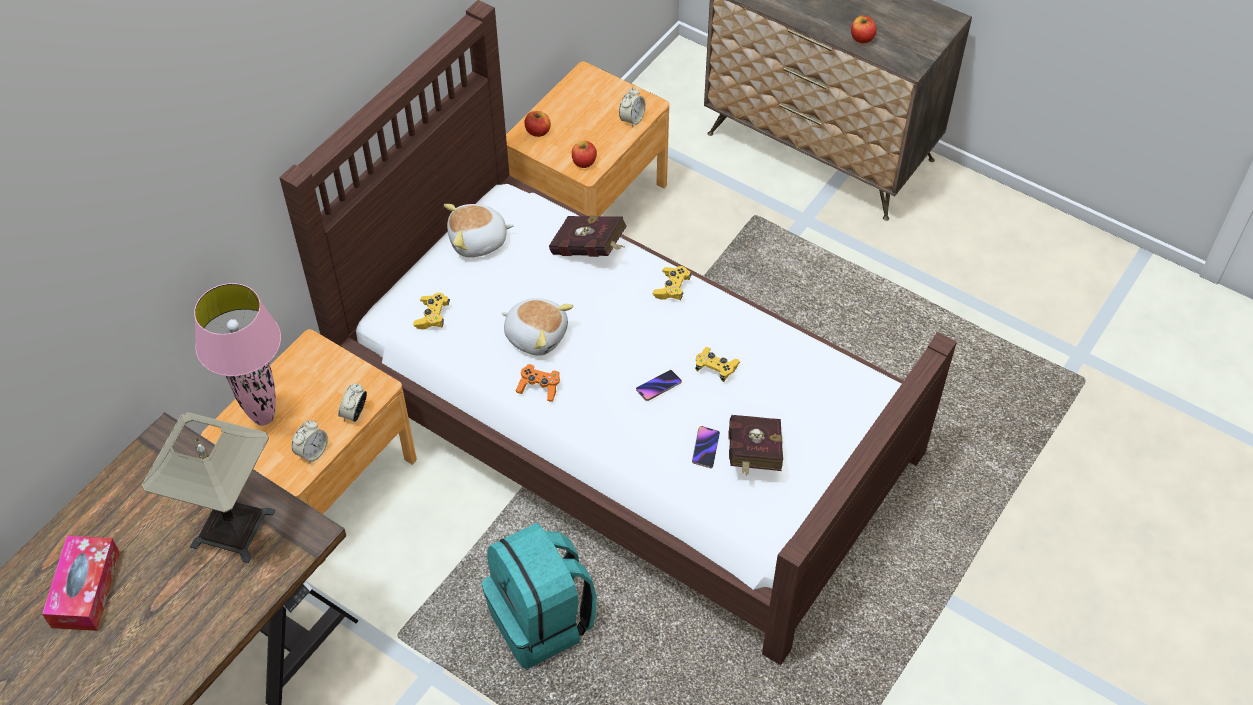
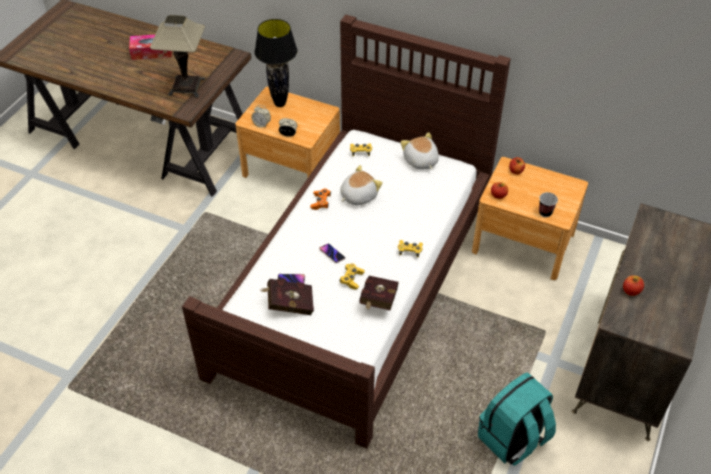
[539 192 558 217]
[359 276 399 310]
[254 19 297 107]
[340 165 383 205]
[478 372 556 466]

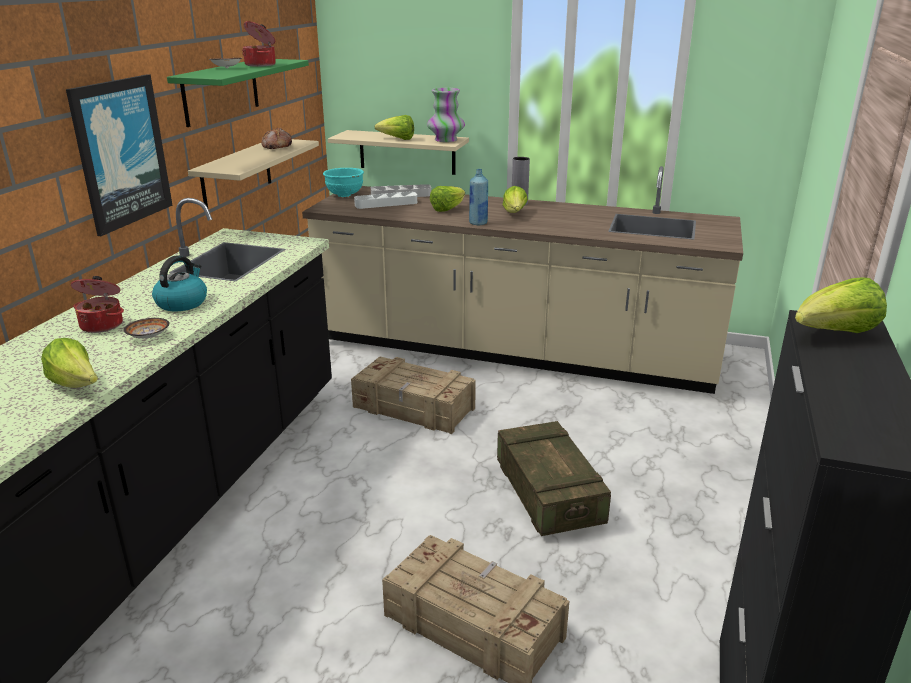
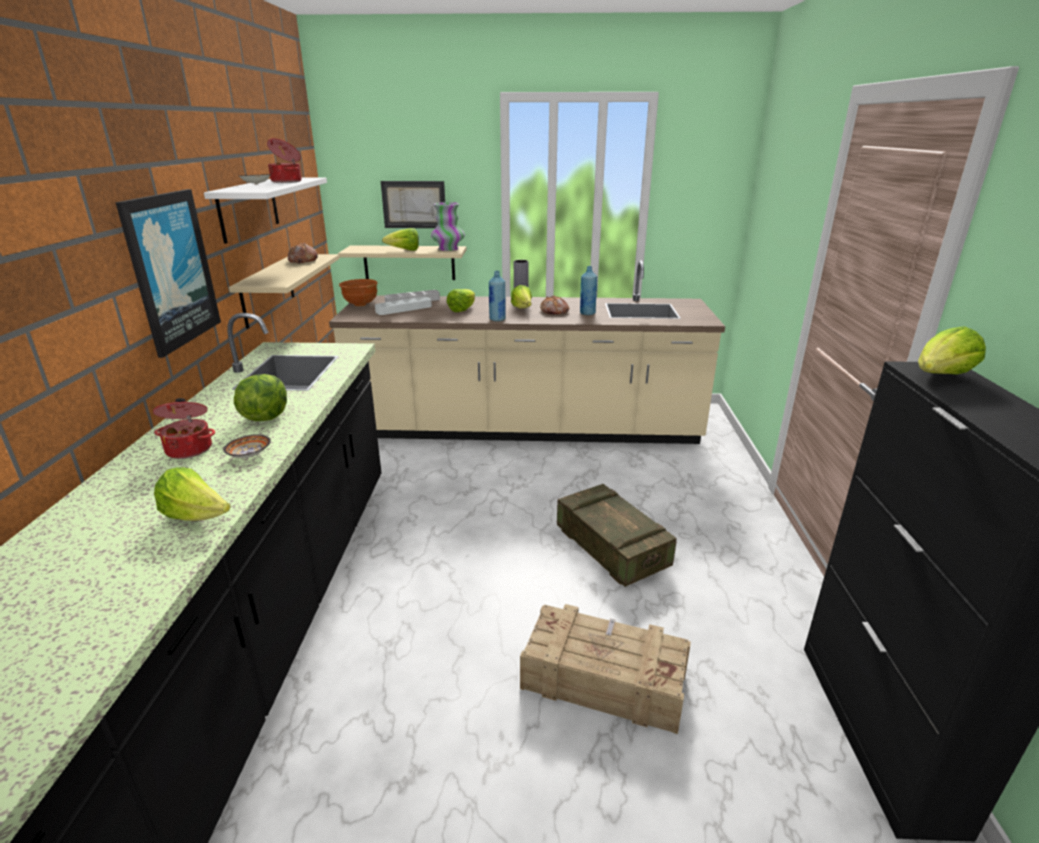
[204 178 327 244]
[339 279 377 306]
[234 374 287 421]
[351 357 476 434] (first image)
[381 181 445 228]
[580 266 597 315]
[540 295 570 314]

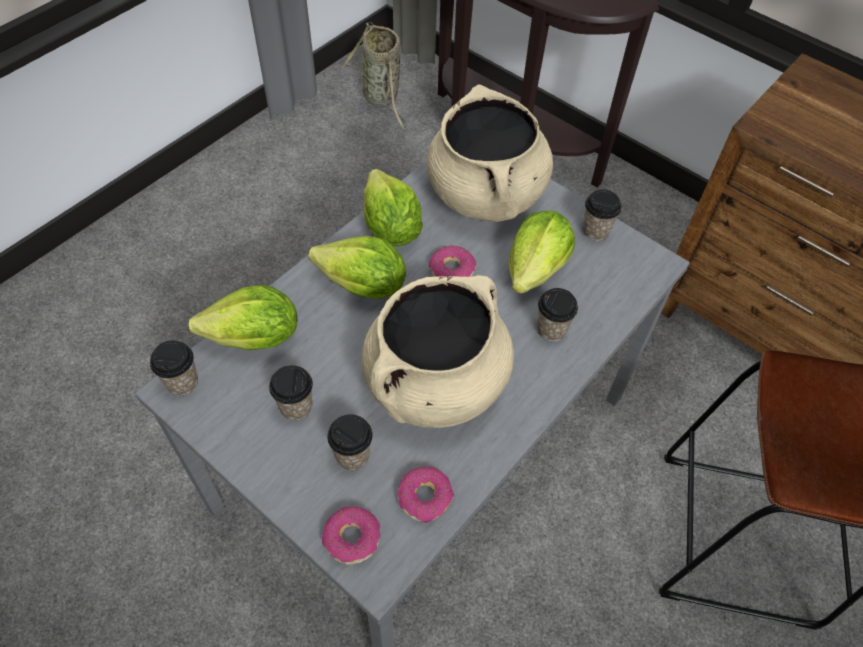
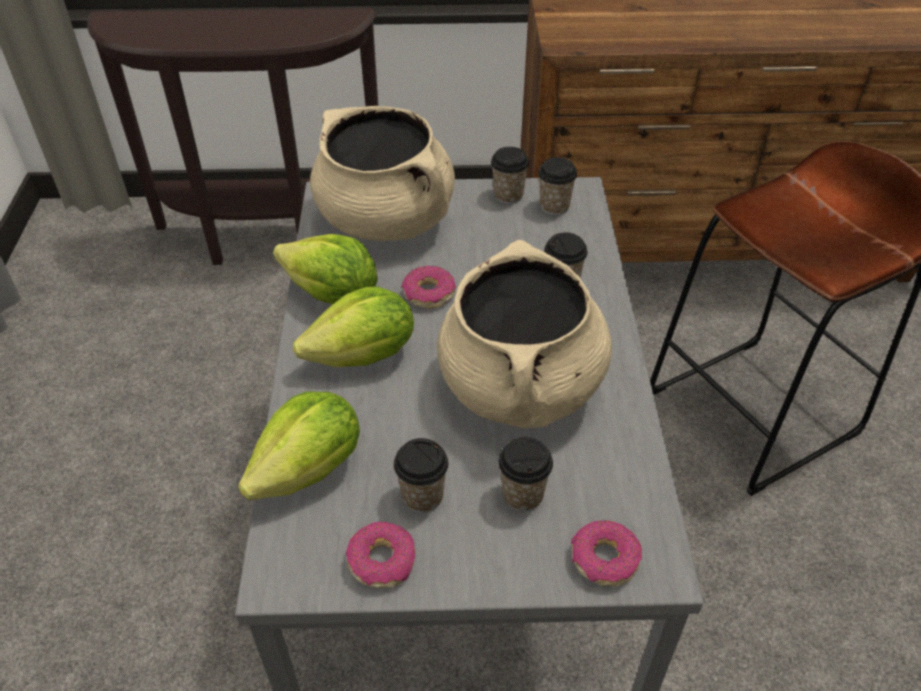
[342 23 410 130] (first image)
[509 211 575 294] (first image)
[538 157 577 215]
[346 522 416 588]

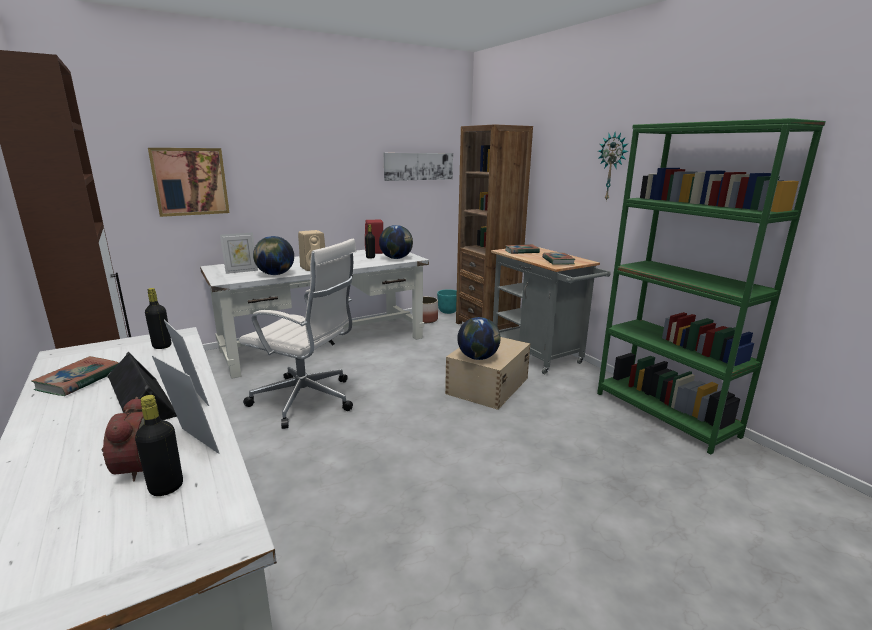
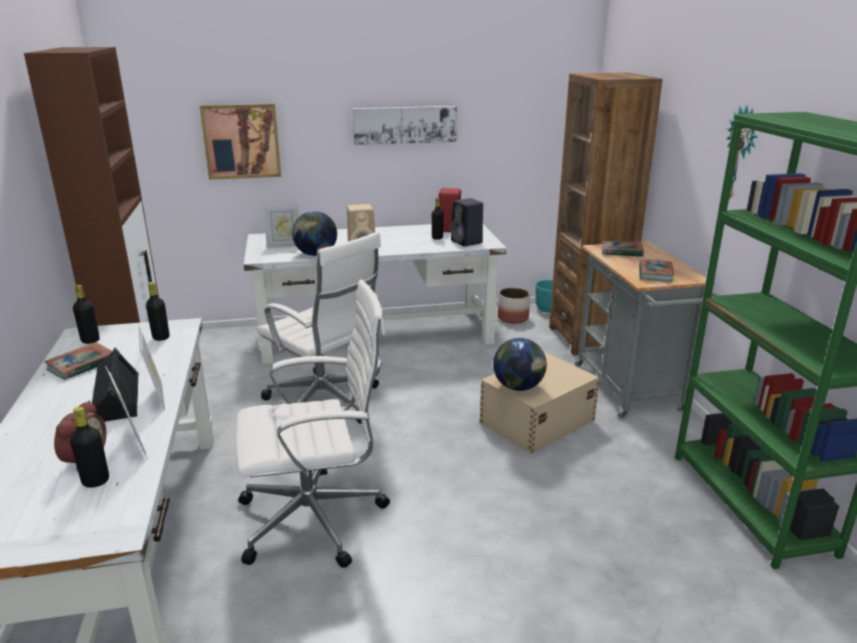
[353 106 457 145]
[450 198 483 247]
[235 280 390 568]
[73 285 100 344]

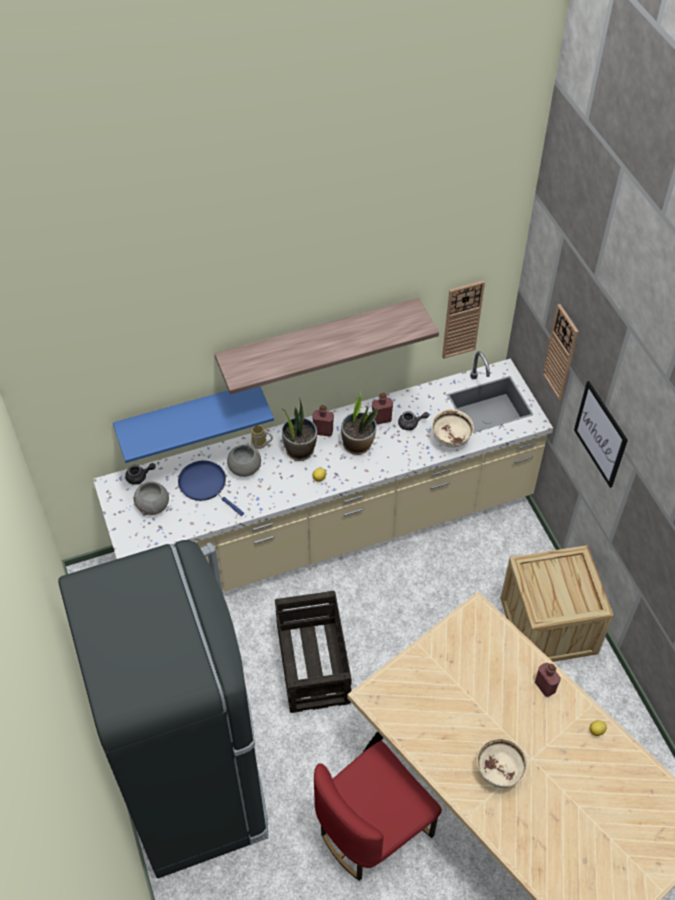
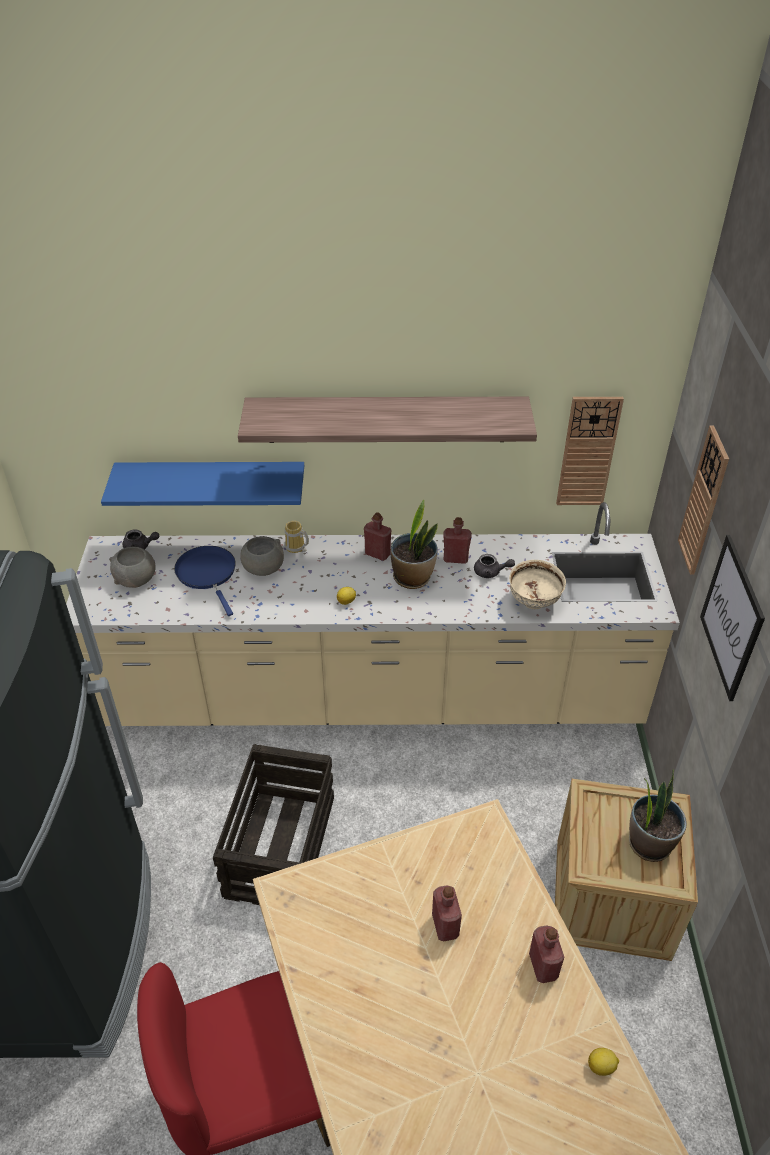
[629 769 687 862]
[477 738 527 788] (first image)
[432 886 462 941]

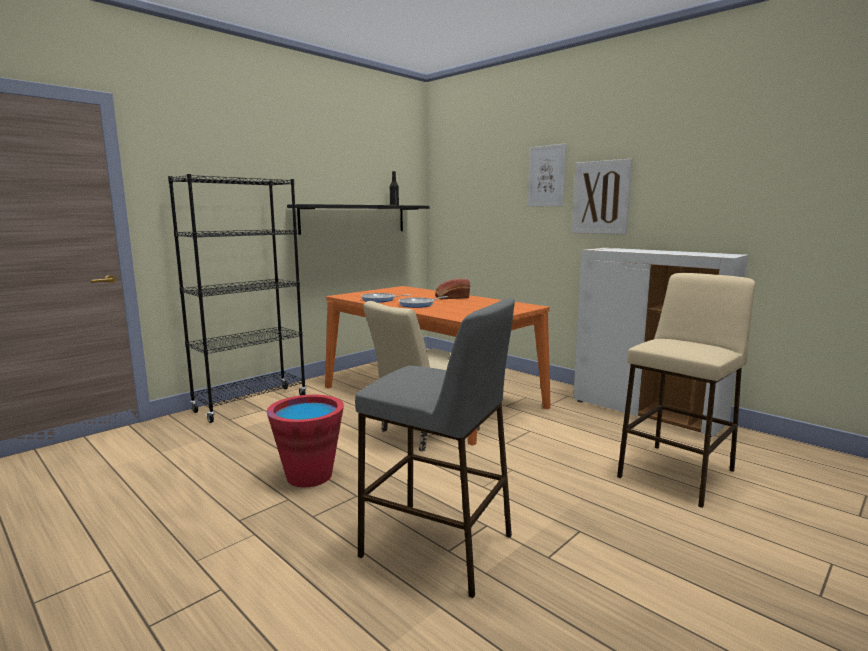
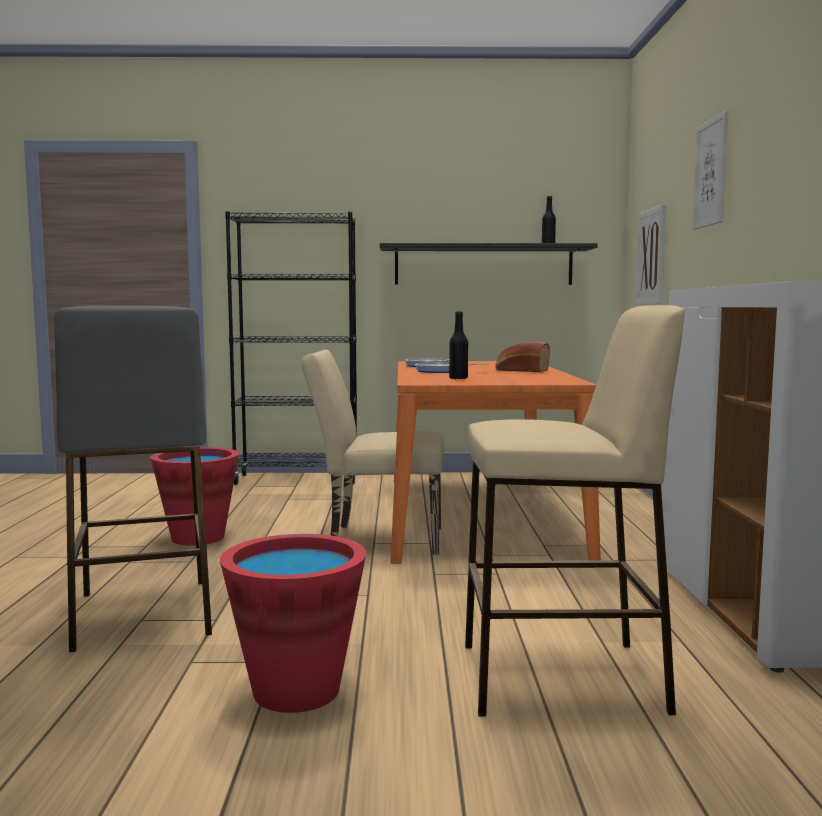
[635 204 667 305]
[449 311 468 379]
[220 534 366 713]

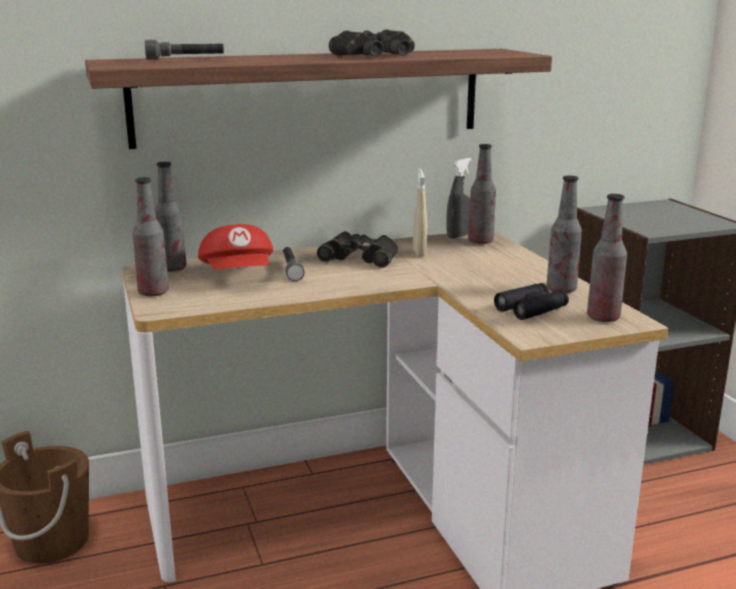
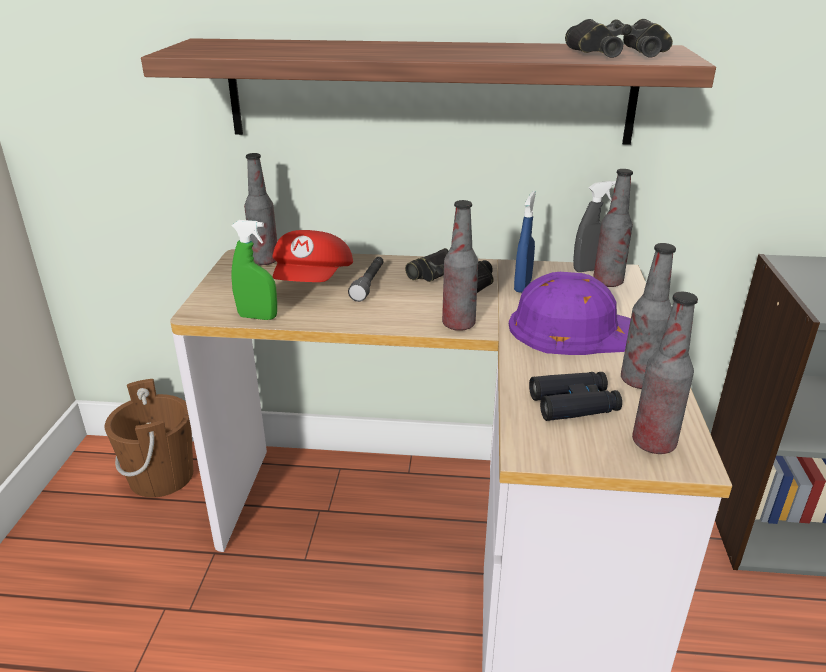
[565 19 673 58]
[145 39 224 59] (first image)
[514 191 536 293]
[442 200 478 331]
[231 220 277 320]
[509 272 631 355]

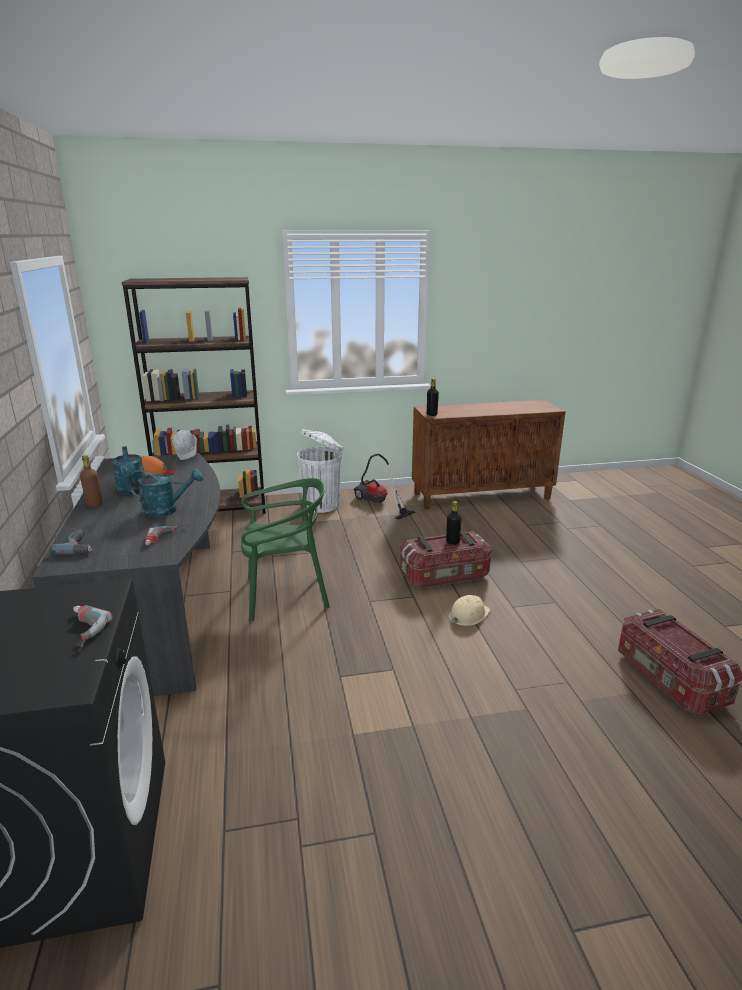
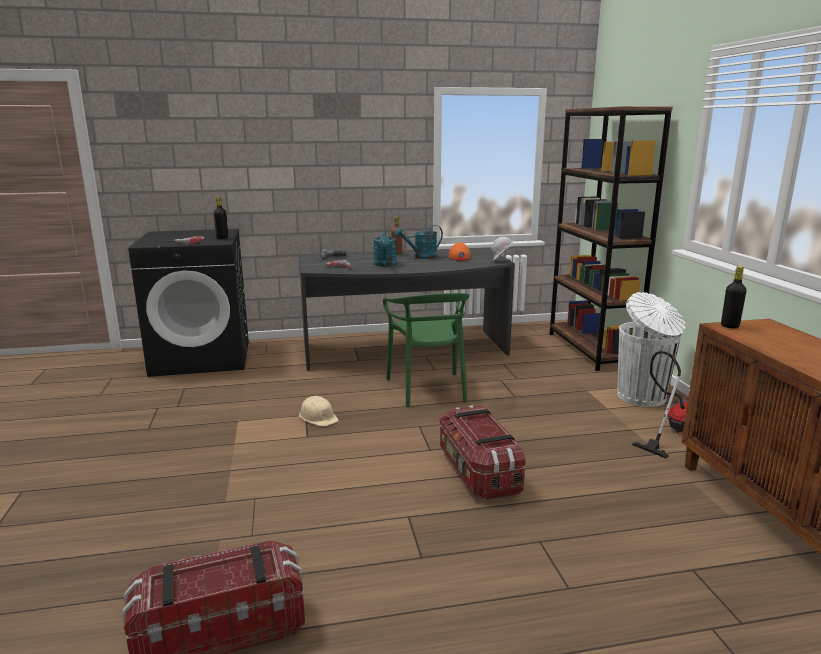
[214 197 228 239]
[299 396 339 426]

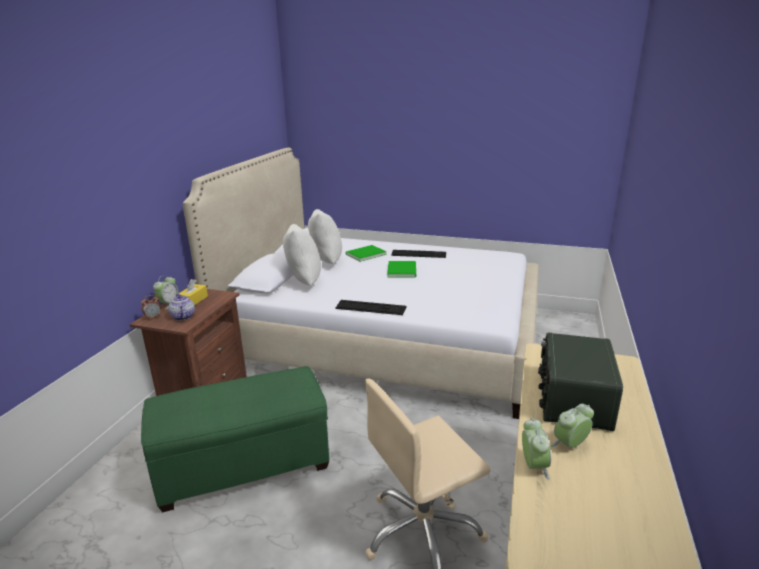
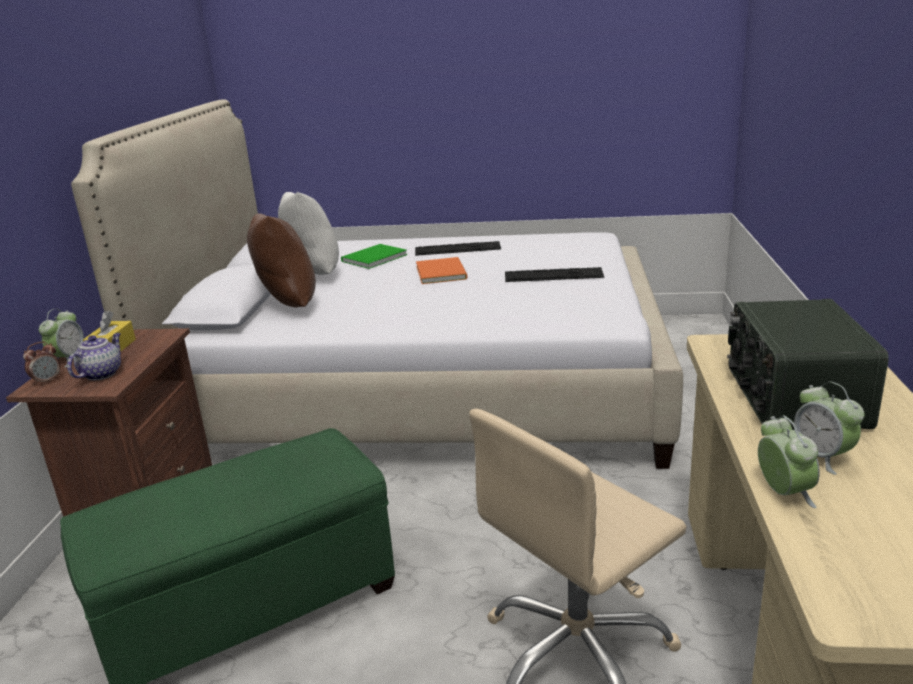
[247 214 316 308]
[416 257 467 284]
[67 333 121 380]
[505 267 604 282]
[794 382 865 475]

